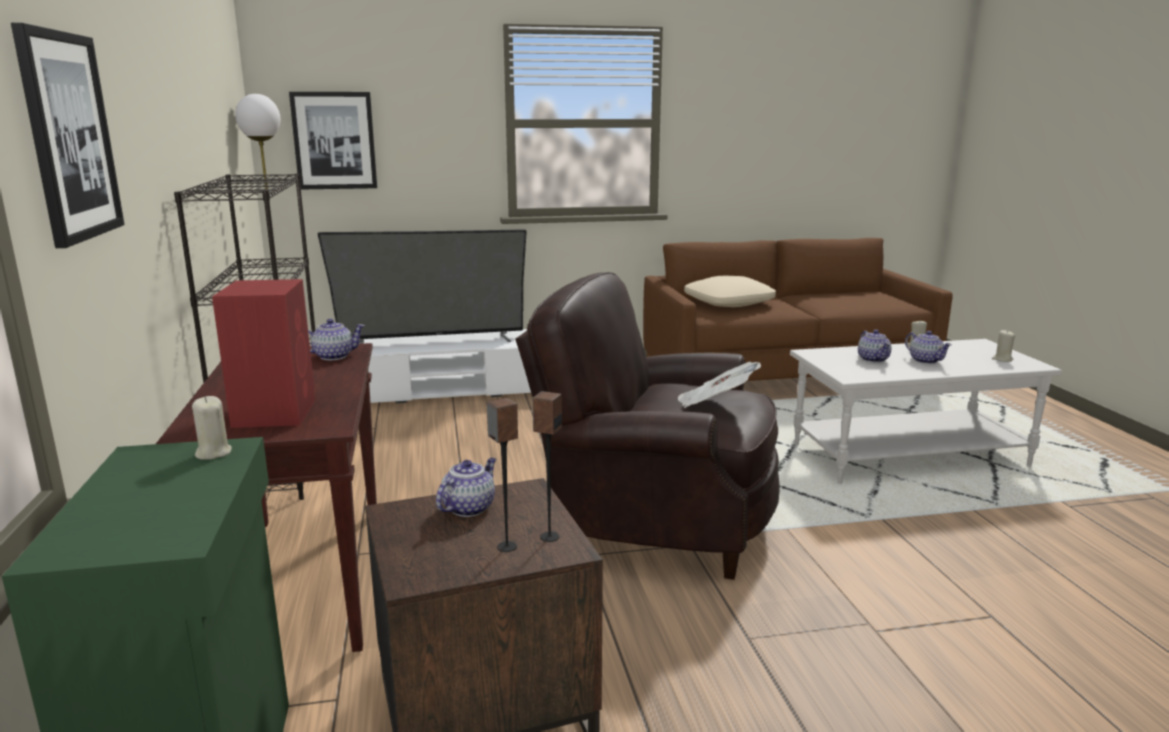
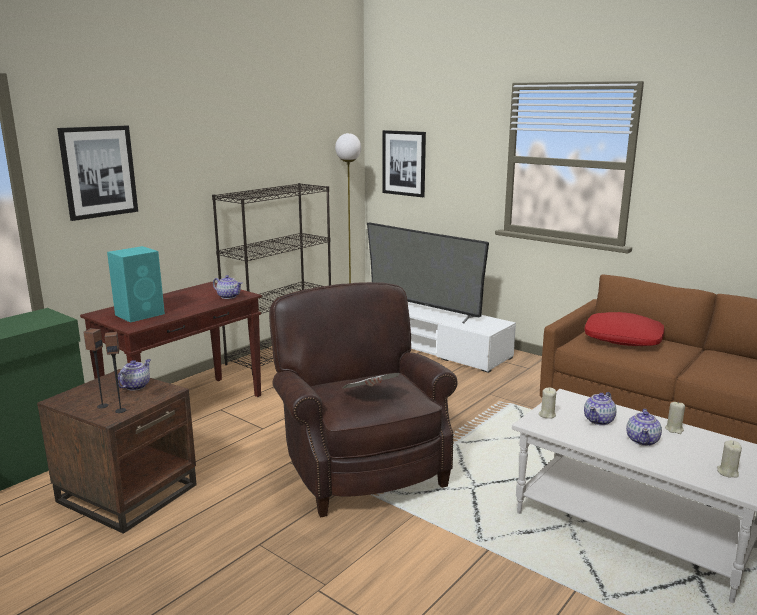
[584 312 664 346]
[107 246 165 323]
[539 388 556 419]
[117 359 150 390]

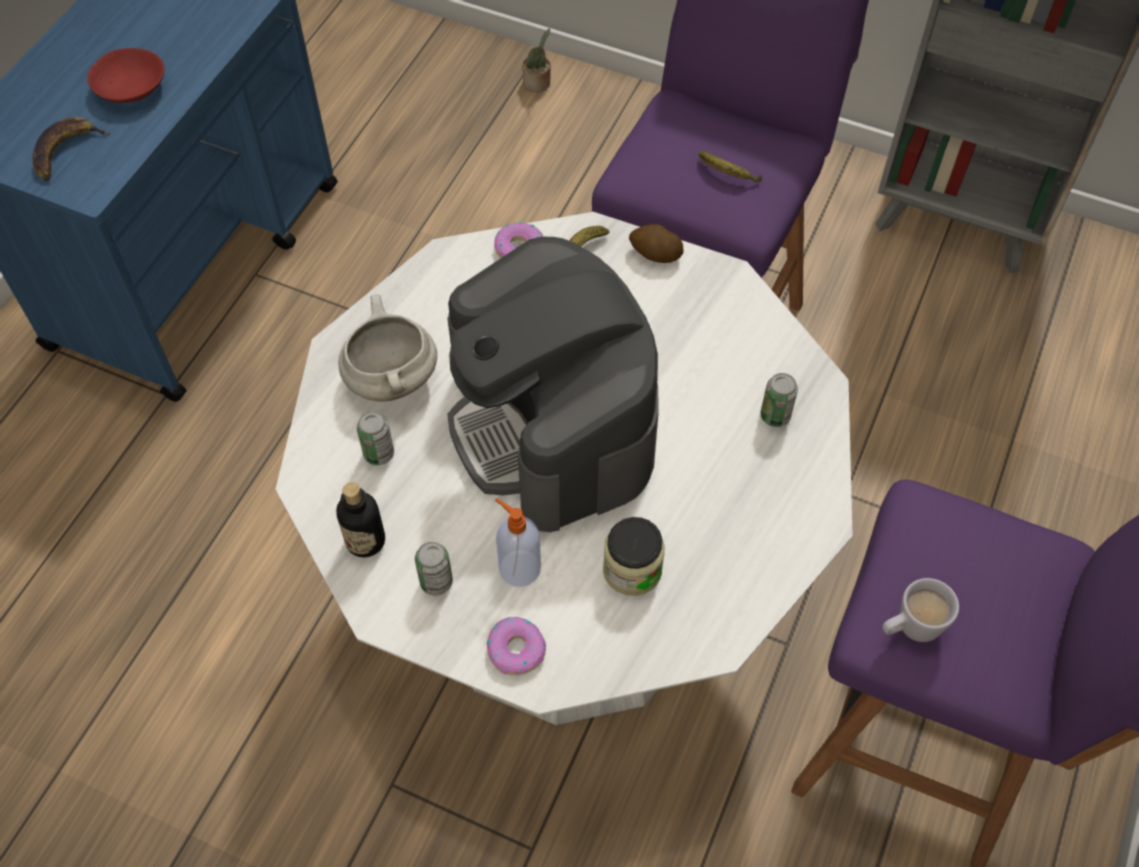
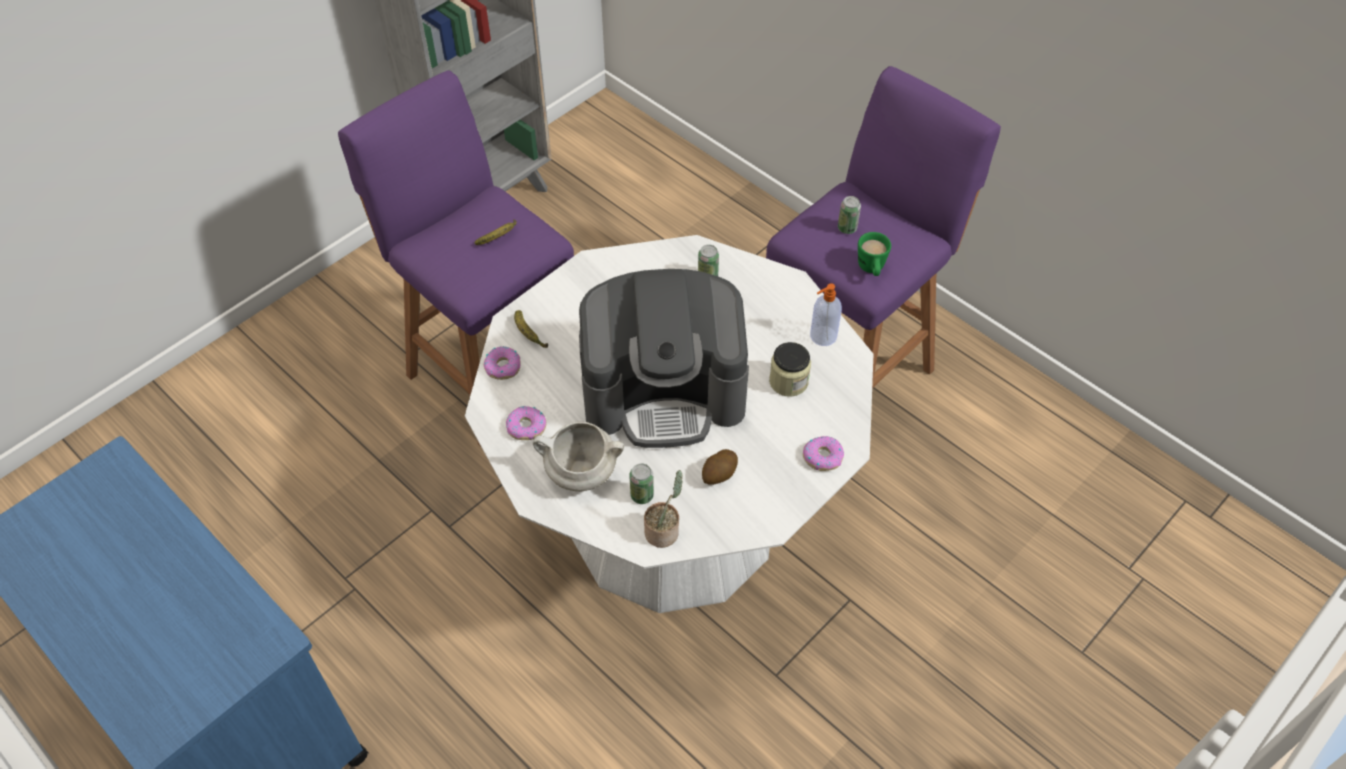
[644 470 683 548]
[87 48 165 103] (first image)
[33 117 111 181] (first image)
[702 449 738 485]
[336 482 385 557] (first image)
[810 283 842 346]
[838 196 861 234]
[858 232 891 276]
[506 406 546 440]

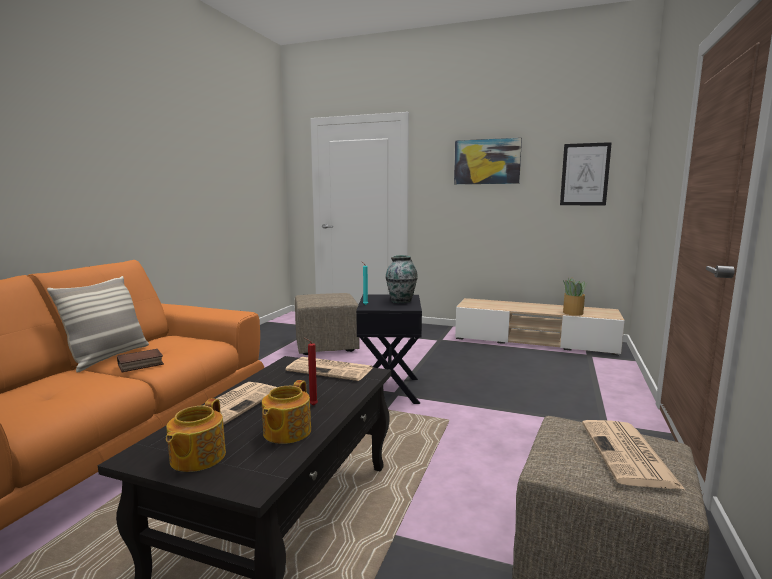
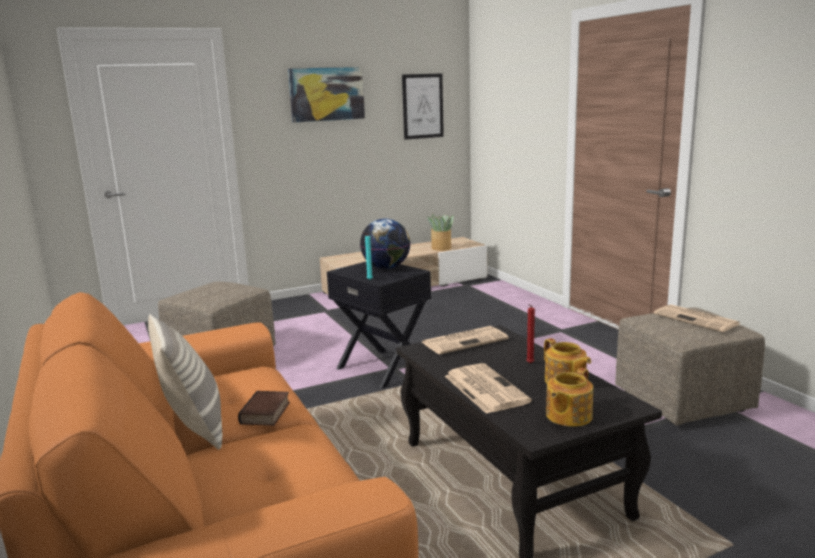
[360 218 410 269]
[546 368 593 427]

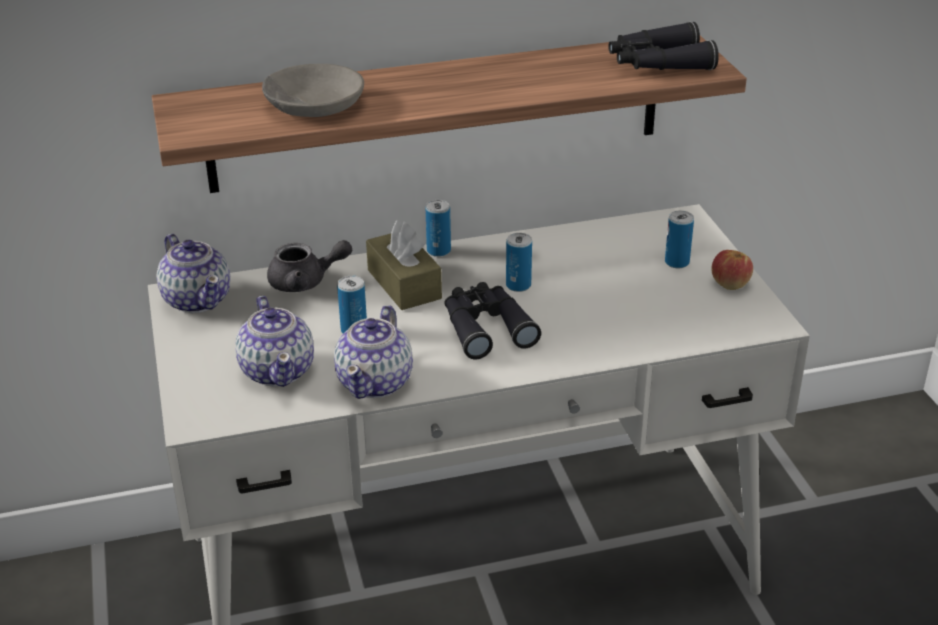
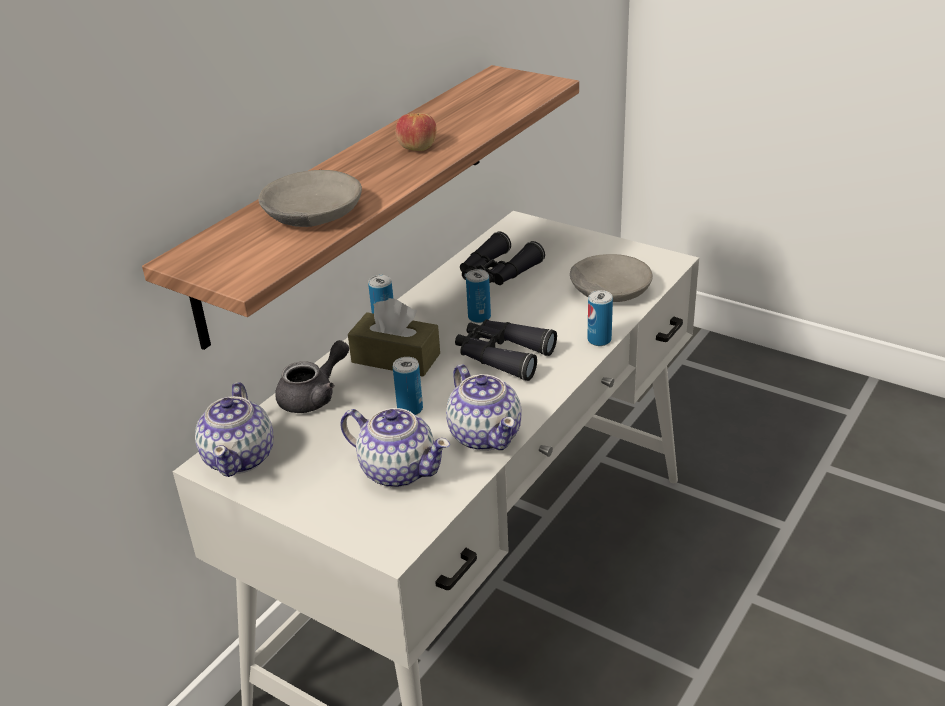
[460 232 545 285]
[587 290 613 346]
[195 382 273 477]
[396 113 437 151]
[570 254 653 302]

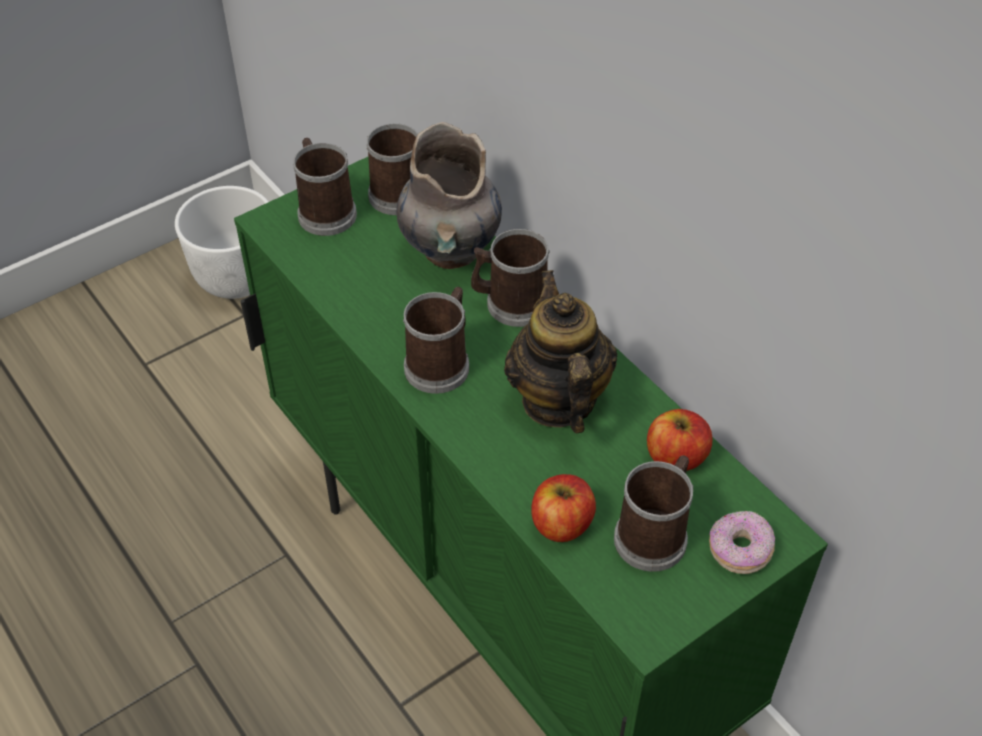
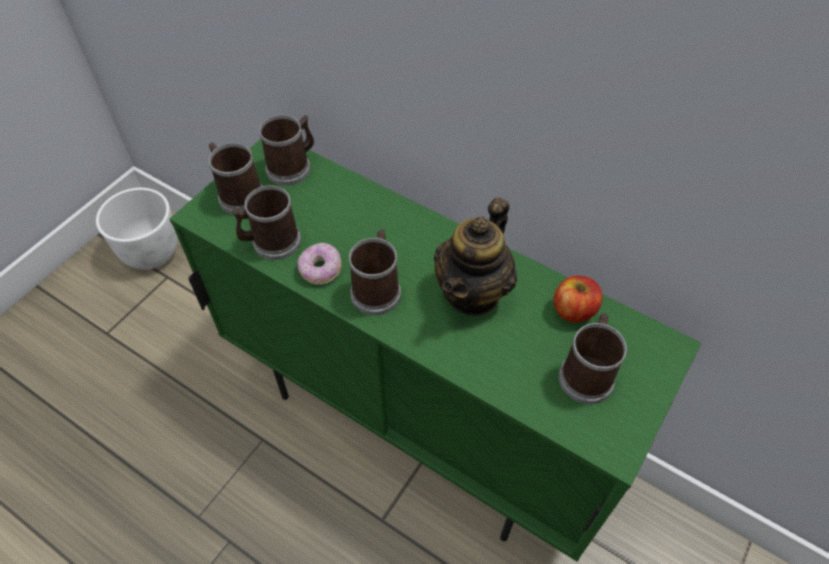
[396 122 502 269] (first image)
[232 185 301 260]
[434 197 517 316]
[531 474 596 542] (first image)
[297 242 342 285]

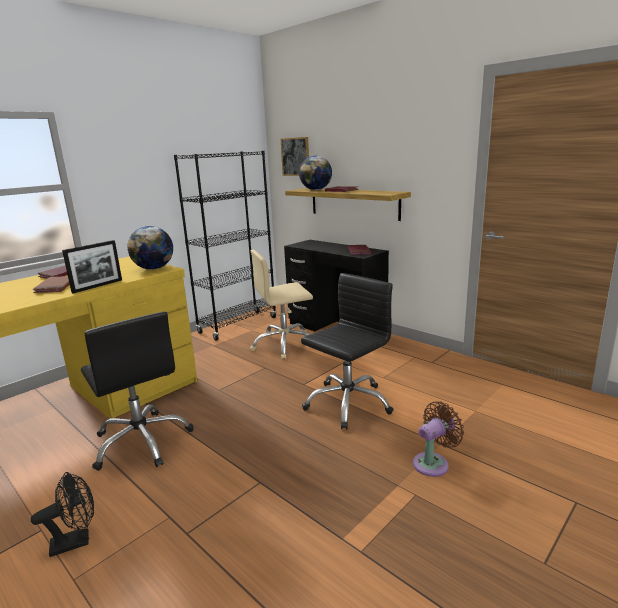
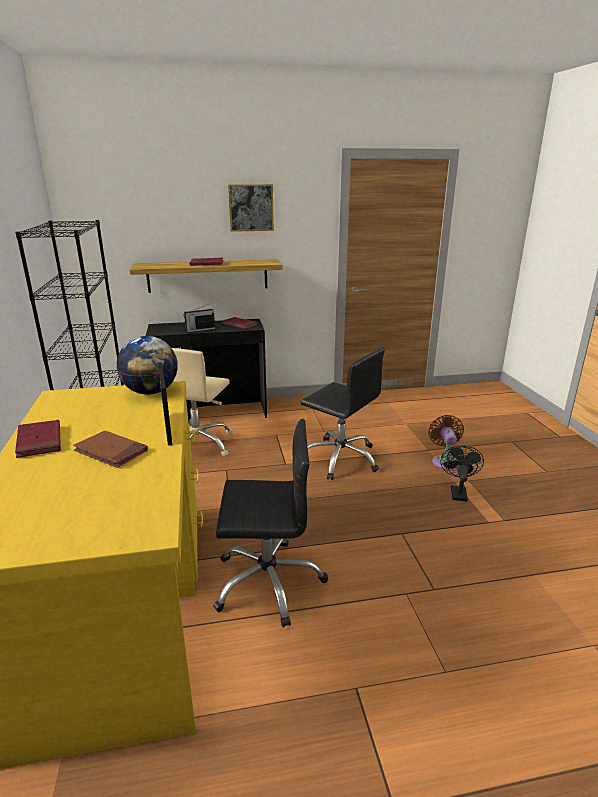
[228 184 274 232]
[299 156 332 190] (first image)
[301 348 385 480]
[440 445 484 502]
[184 306 215 332]

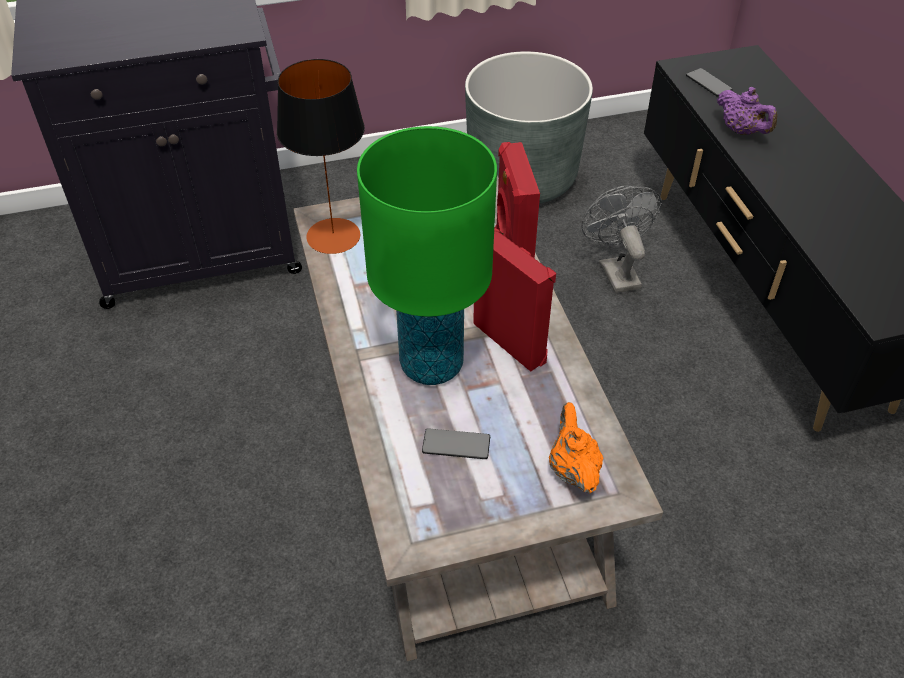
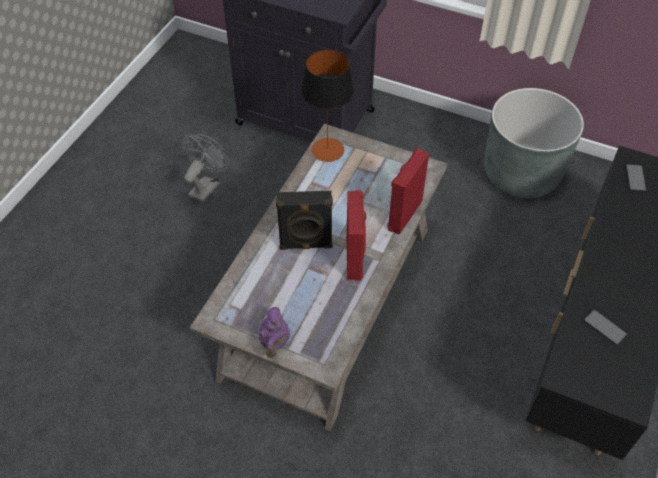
[259 307 290 358]
[276 191 333 250]
[182 134 230 203]
[549 402 604 494] (first image)
[584 310 627 345]

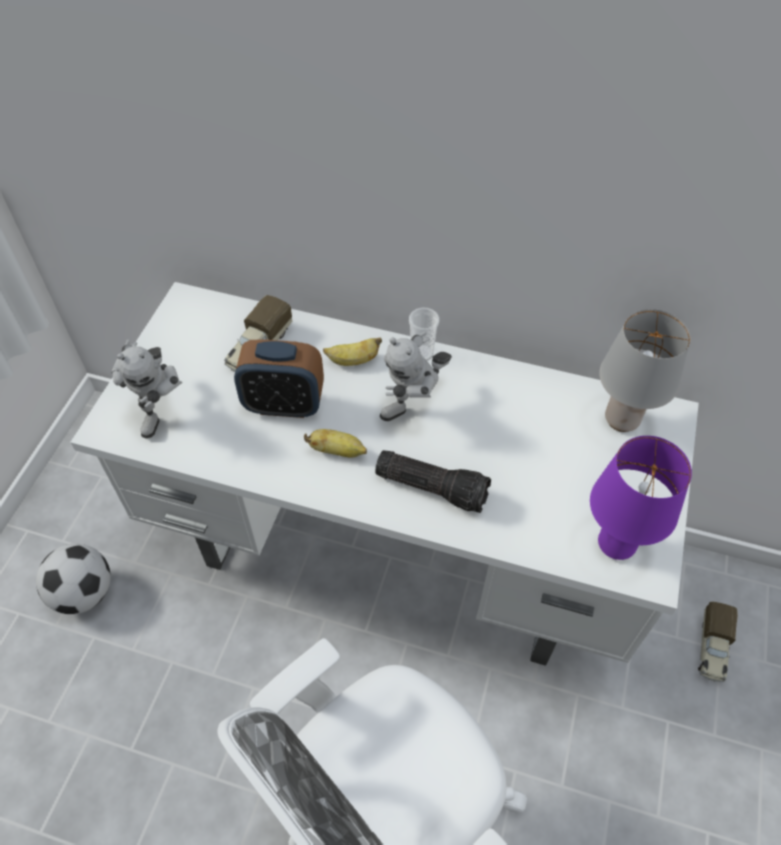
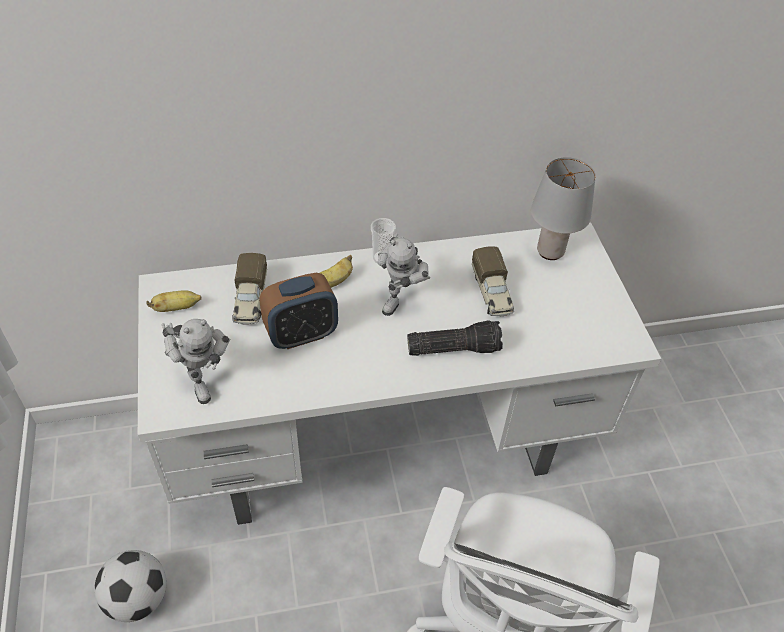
[146 291 202 312]
[590 436 692 560] (first image)
[472 246 514 317]

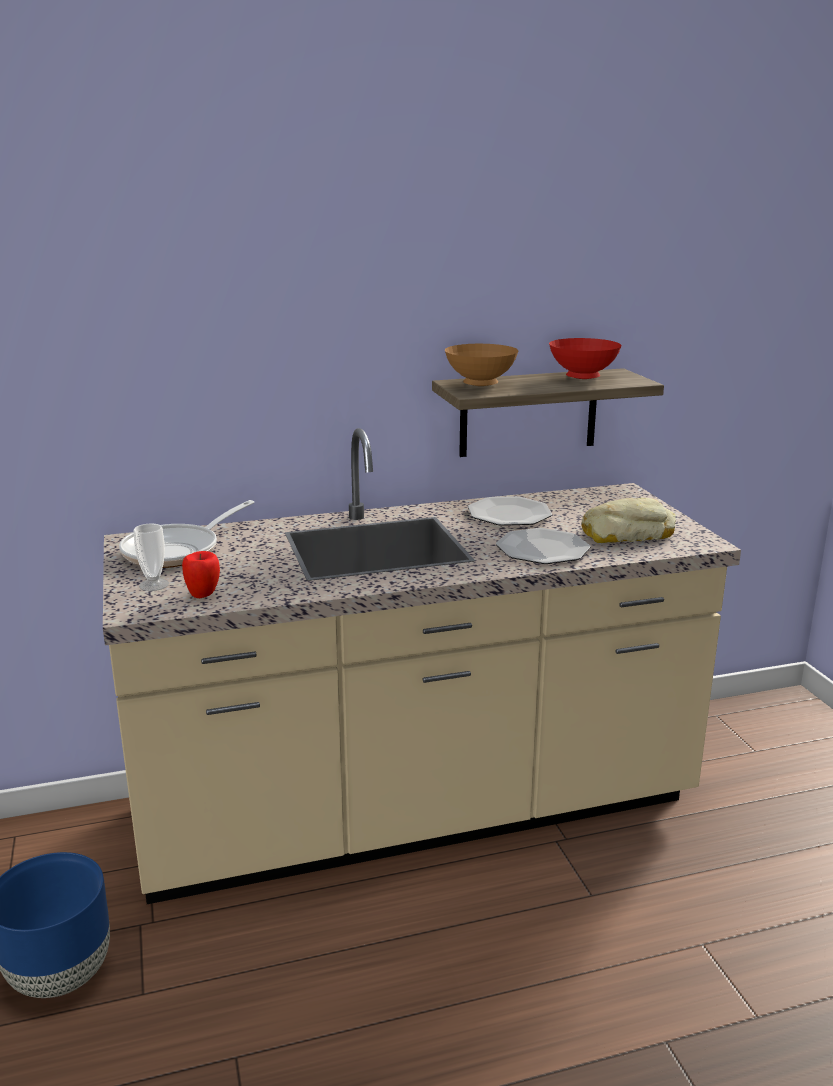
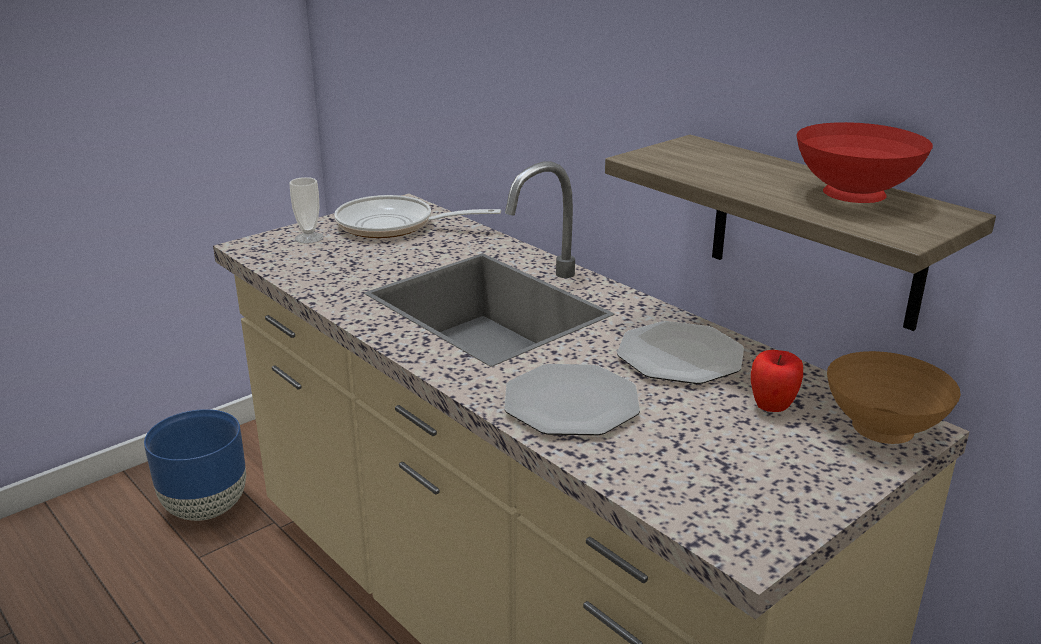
[827 351 961 444]
[581 497 676 543] (first image)
[751 350 803 412]

